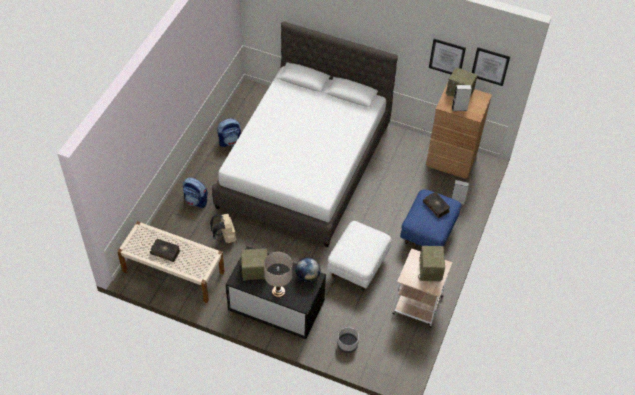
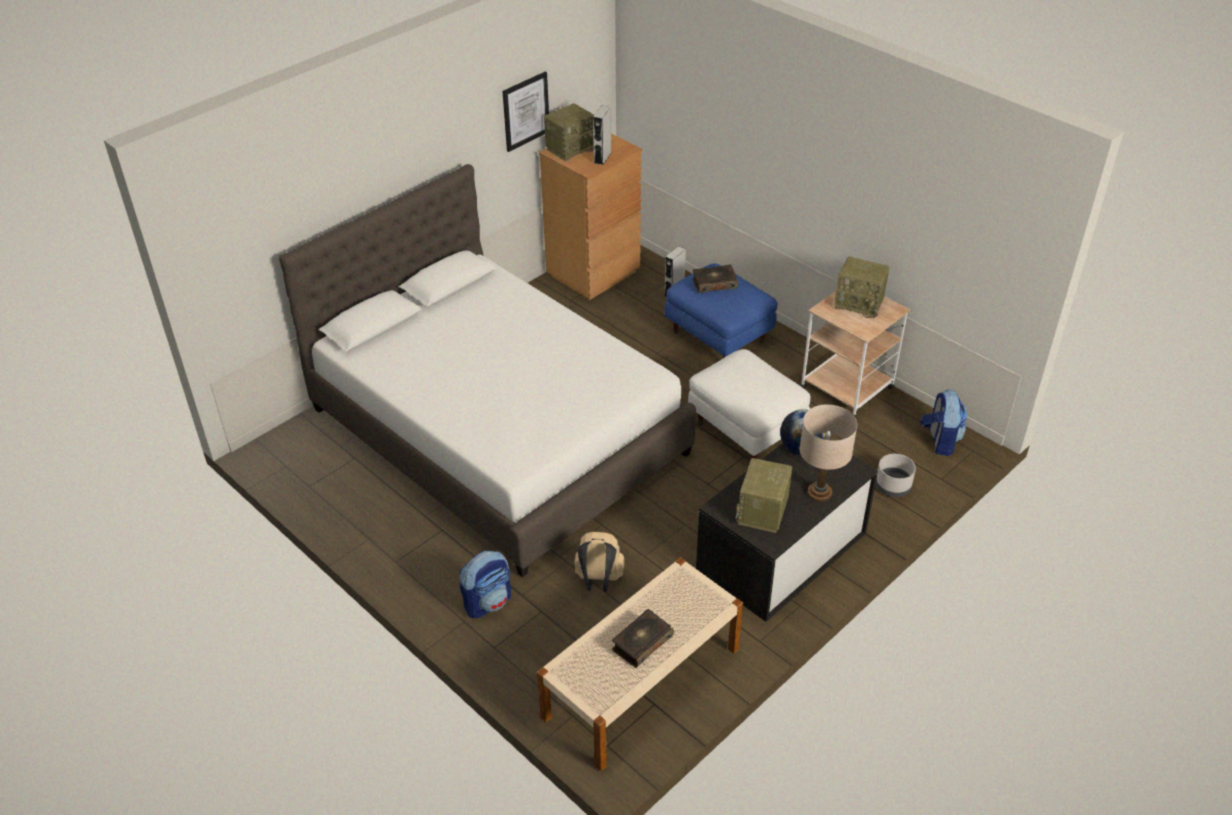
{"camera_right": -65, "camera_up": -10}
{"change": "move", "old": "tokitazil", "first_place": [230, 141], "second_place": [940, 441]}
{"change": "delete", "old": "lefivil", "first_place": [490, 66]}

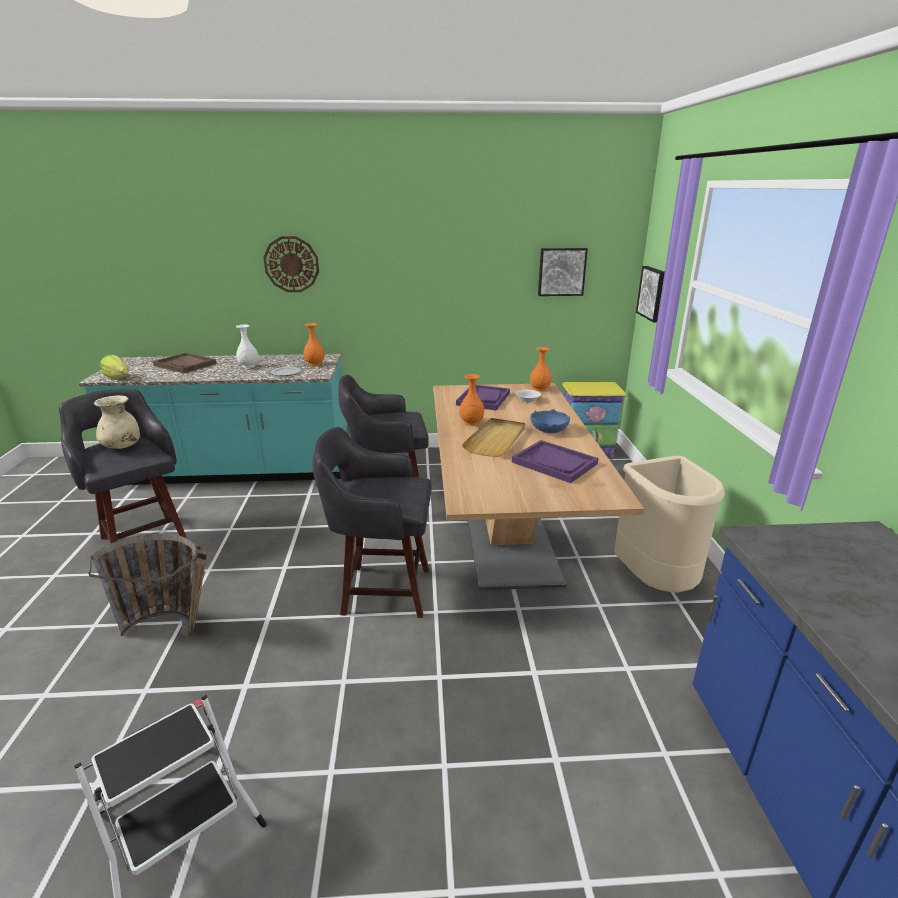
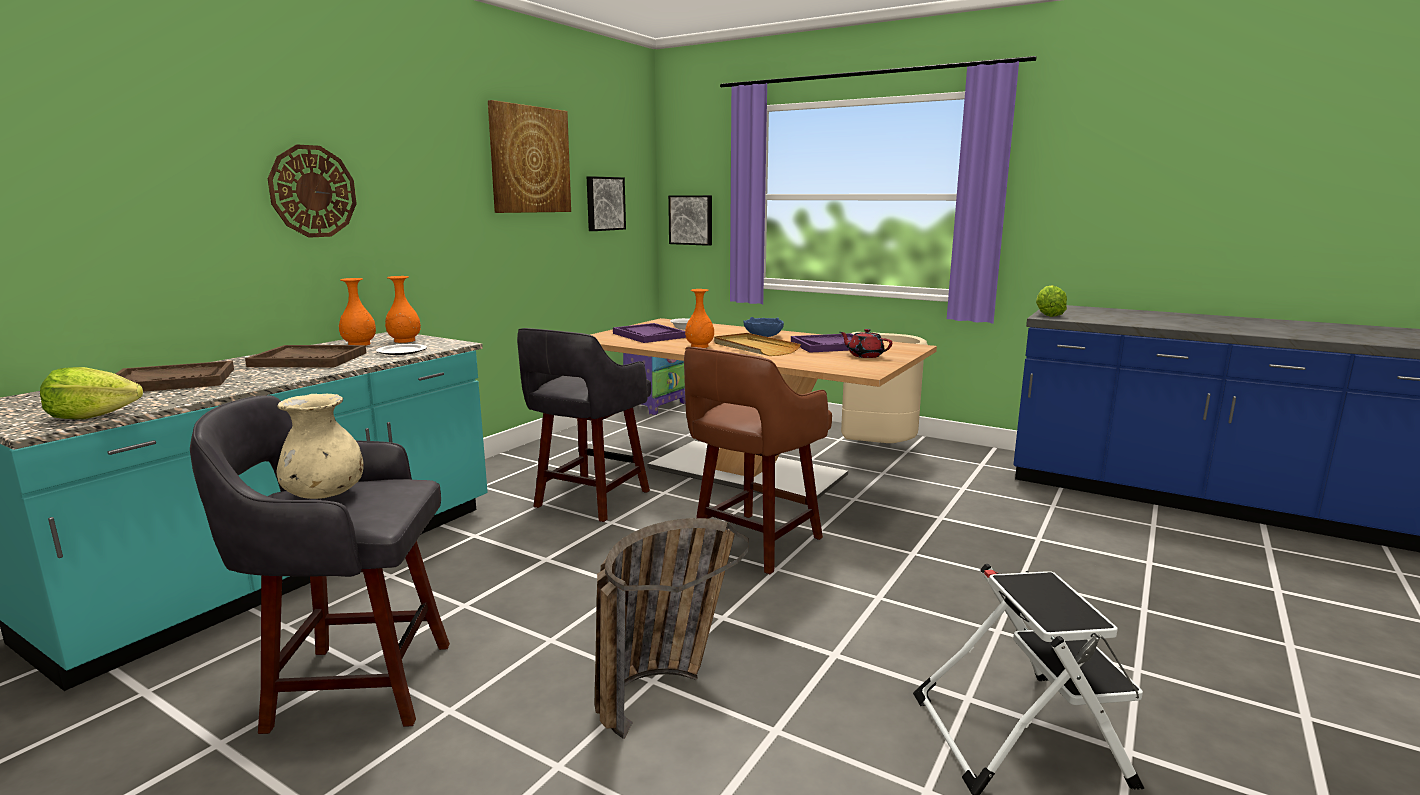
{"camera_right": -55, "camera_up": -10}
{"change": "replace", "old": "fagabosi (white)", "new": "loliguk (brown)", "first_place": [248, 366], "second_place": [309, 359]}
{"change": "move", "old": "fagabosi (orange)", "first_place": [540, 389], "second_place": [359, 344]}
{"change": "insert", "new": "lefivil", "second_place": [529, 160]}
{"change": "recolor", "old": "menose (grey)", "new": "menose (brown)", "first_place": [382, 590], "second_place": [753, 544]}
{"change": "insert", "new": "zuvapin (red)", "second_place": [865, 355]}
{"change": "insert", "new": "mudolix", "second_place": [1048, 315]}

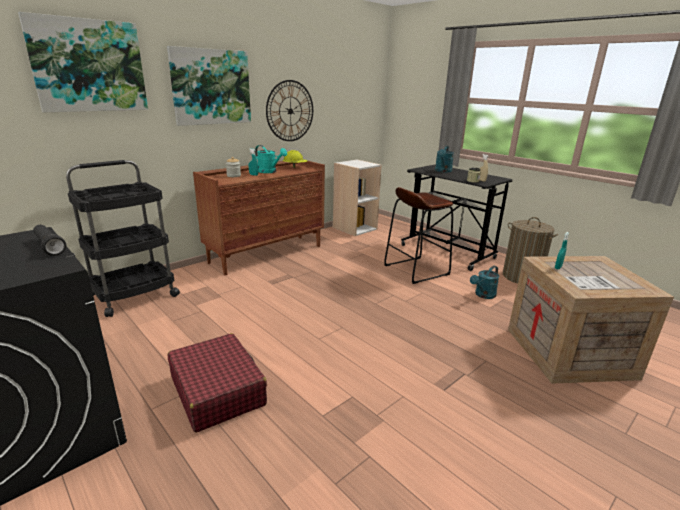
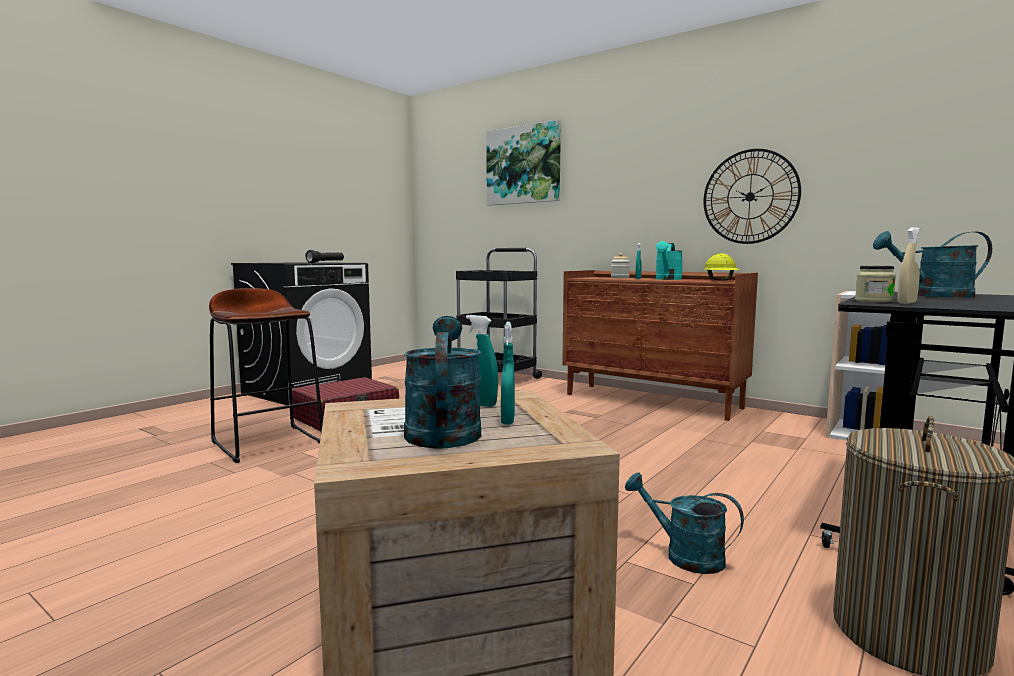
{"camera_right": 80, "camera_up": -15}
{"change": "move", "old": "menose (brown)", "first_place": [416, 270], "second_place": [268, 442]}
{"change": "insert", "new": "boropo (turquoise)", "second_place": [443, 429]}
{"change": "insert", "new": "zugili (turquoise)", "second_place": [508, 421]}
{"change": "delete", "old": "lefivil", "first_place": [211, 87]}

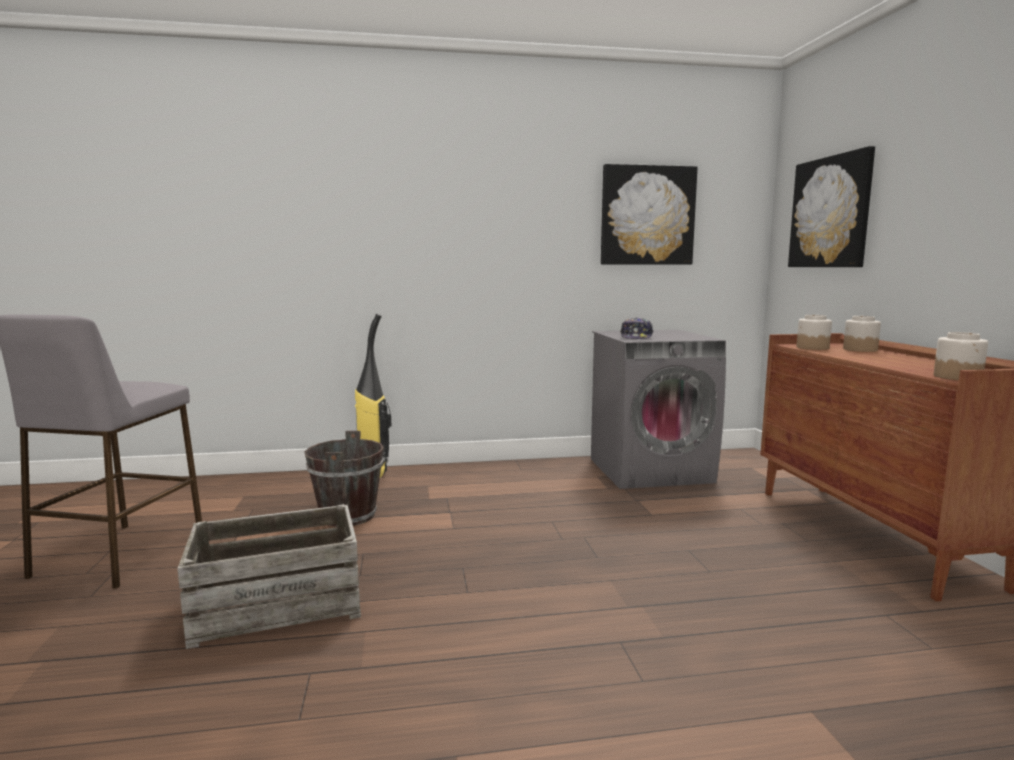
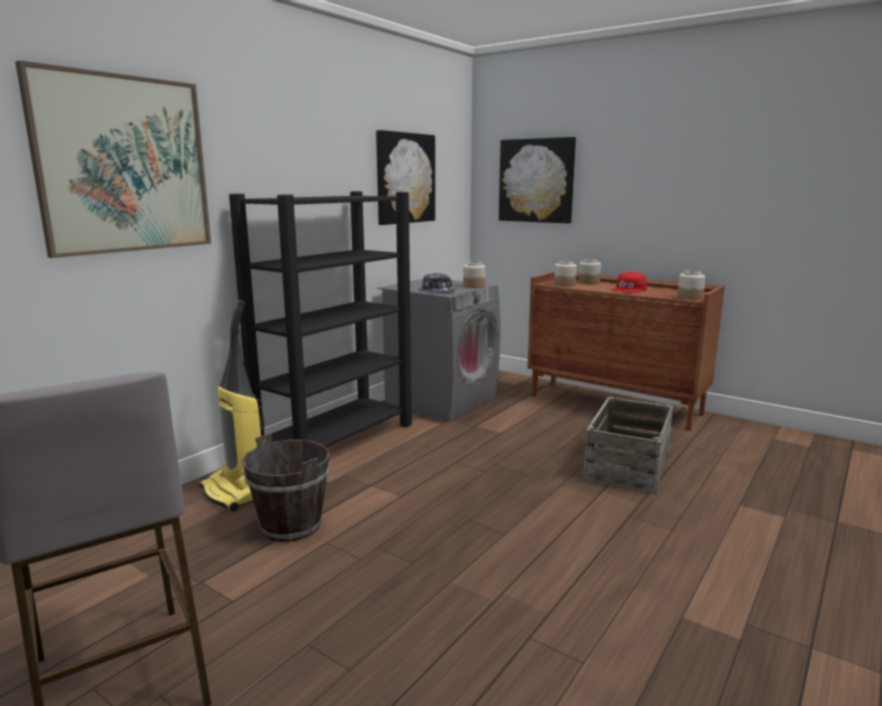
{"camera_right": -45, "camera_up": 5}
{"change": "insert", "new": "lefivil", "second_place": [124, 165]}
{"change": "insert", "new": "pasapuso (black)", "second_place": [337, 440]}
{"change": "insert", "new": "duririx", "second_place": [473, 286]}
{"change": "move", "old": "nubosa", "first_place": [278, 603], "second_place": [626, 464]}
{"change": "insert", "new": "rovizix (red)", "second_place": [629, 289]}

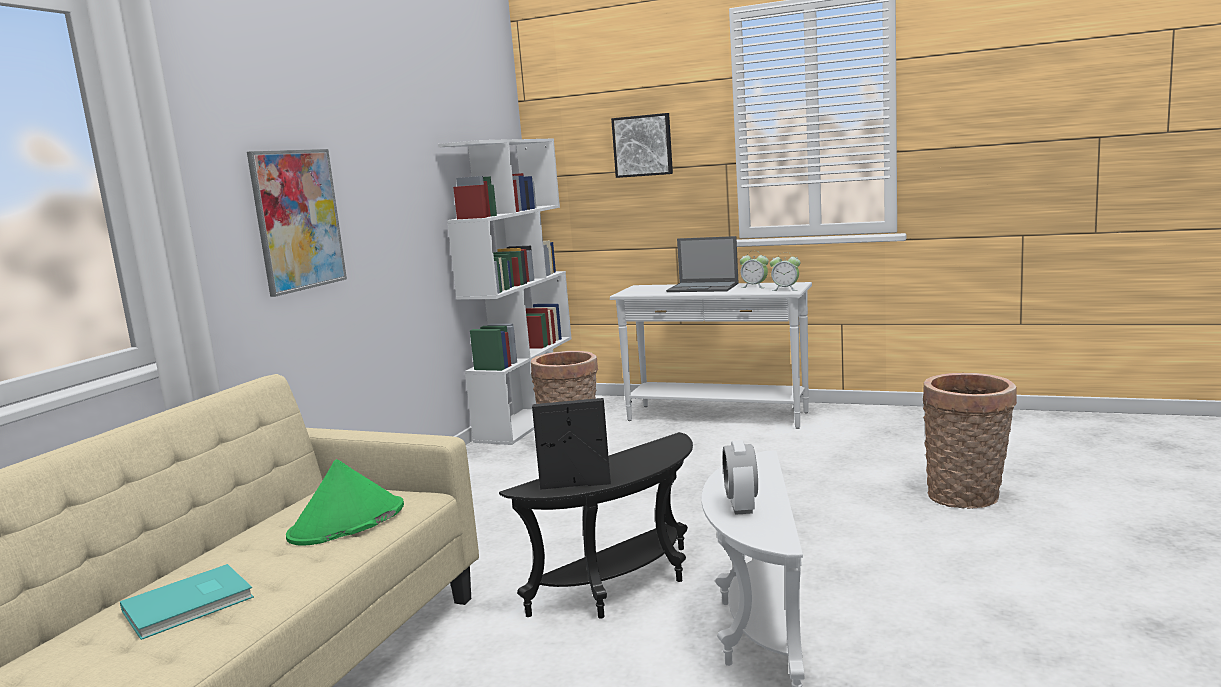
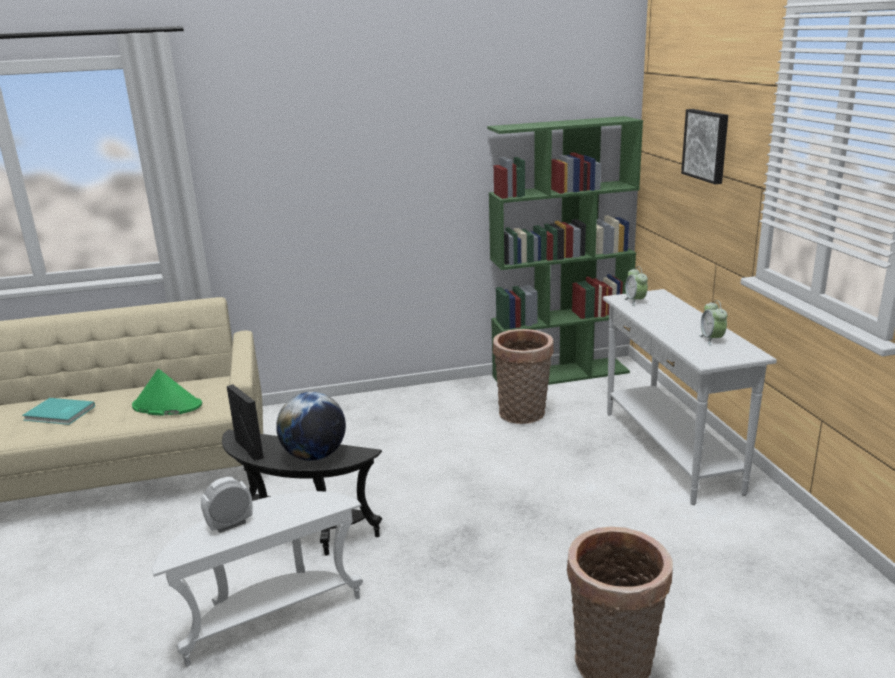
{"camera_right": 55, "camera_up": 10}
{"change": "insert", "new": "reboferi", "second_place": [315, 455]}
{"change": "recolor", "old": "pasapuso (white)", "new": "pasapuso (green)", "first_place": [528, 419], "second_place": [561, 374]}
{"change": "move", "old": "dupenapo", "first_place": [785, 289], "second_place": [635, 301]}
{"change": "delete", "old": "lefivil", "first_place": [297, 220]}
{"change": "delete", "old": "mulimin", "first_place": [704, 287]}

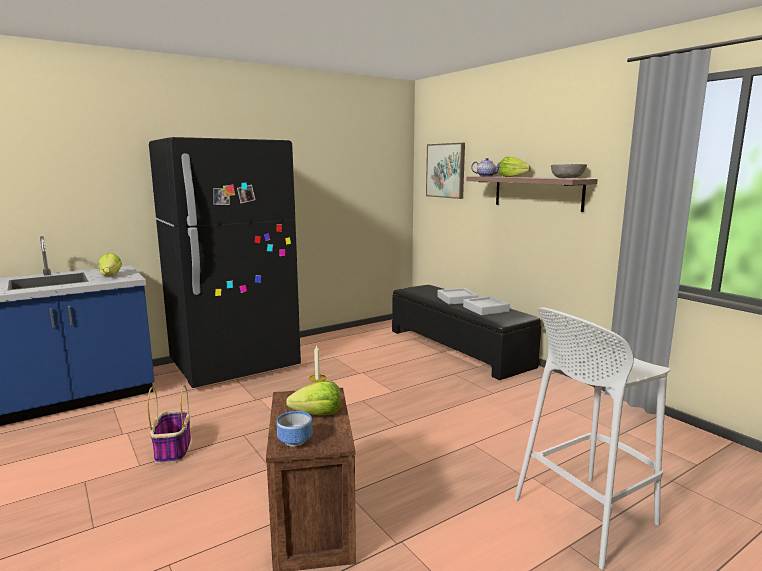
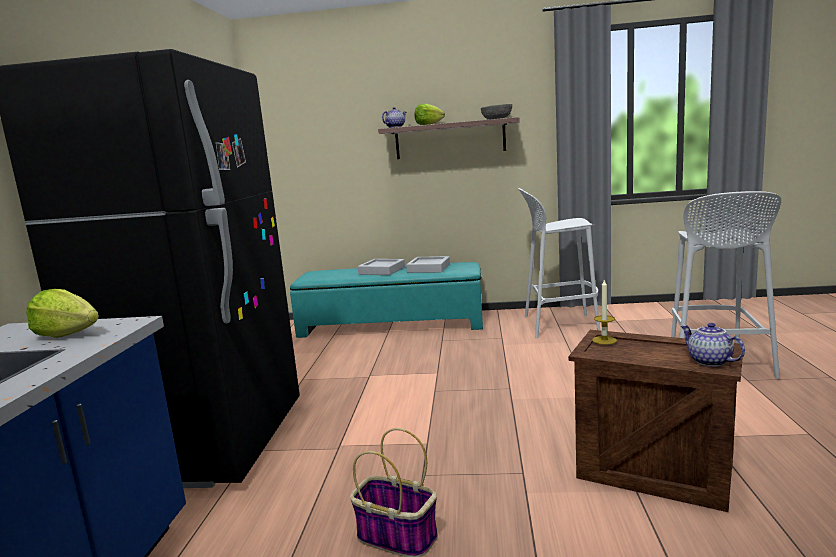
{"camera_right": -50, "camera_up": 0}
{"change": "recolor", "old": "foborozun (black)", "new": "foborozun (turquoise)", "first_place": [458, 348], "second_place": [392, 324]}
{"change": "insert", "new": "menose (white)", "second_place": [558, 325]}
{"change": "replace", "old": "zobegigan", "new": "zuvapin", "first_place": [293, 441], "second_place": [708, 361]}
{"change": "delete", "old": "mudolix", "first_place": [318, 414]}
{"change": "delete", "old": "lefivil", "first_place": [446, 170]}

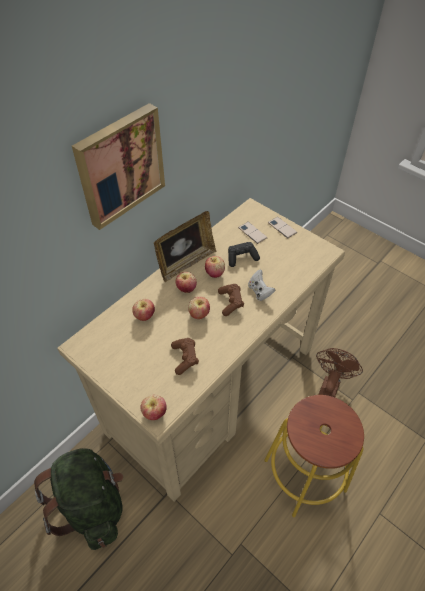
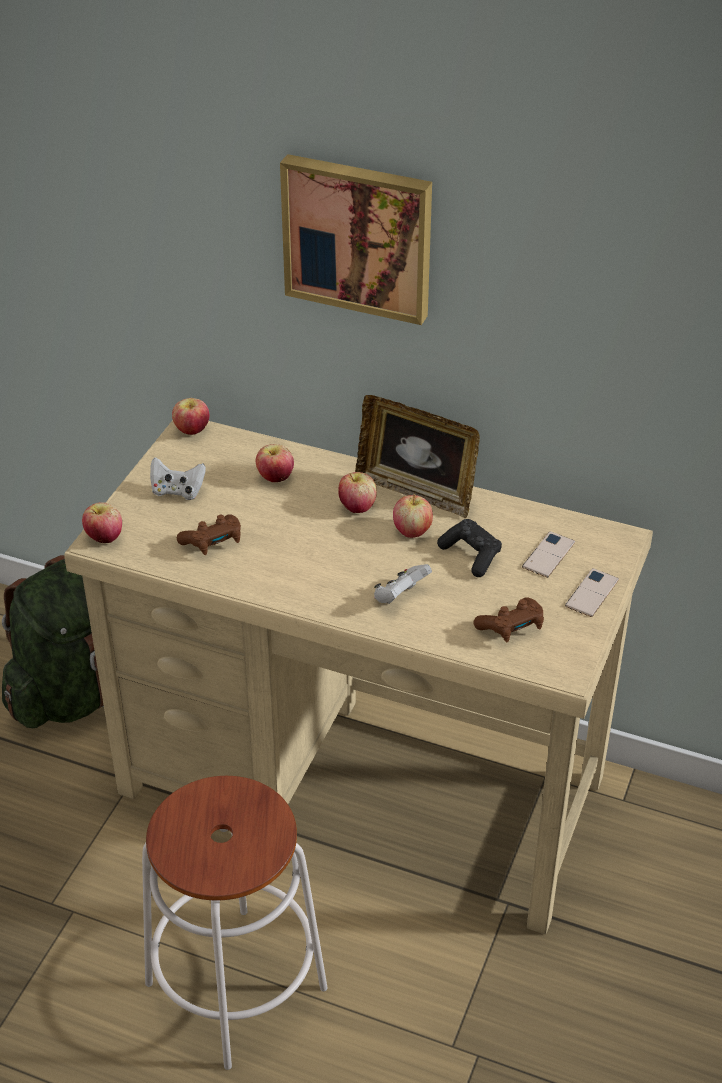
{"camera_right": 70, "camera_up": -10}
{"change": "recolor", "old": "menose (yellow)", "new": "menose (white)", "first_place": [304, 475], "second_place": [236, 985]}
{"change": "insert", "new": "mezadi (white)", "second_place": [177, 491]}
{"change": "move", "old": "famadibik", "first_place": [199, 314], "second_place": [192, 430]}
{"change": "move", "old": "mezadi (brown)", "first_place": [230, 302], "second_place": [511, 628]}
{"change": "delete", "old": "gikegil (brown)", "first_place": [329, 385]}

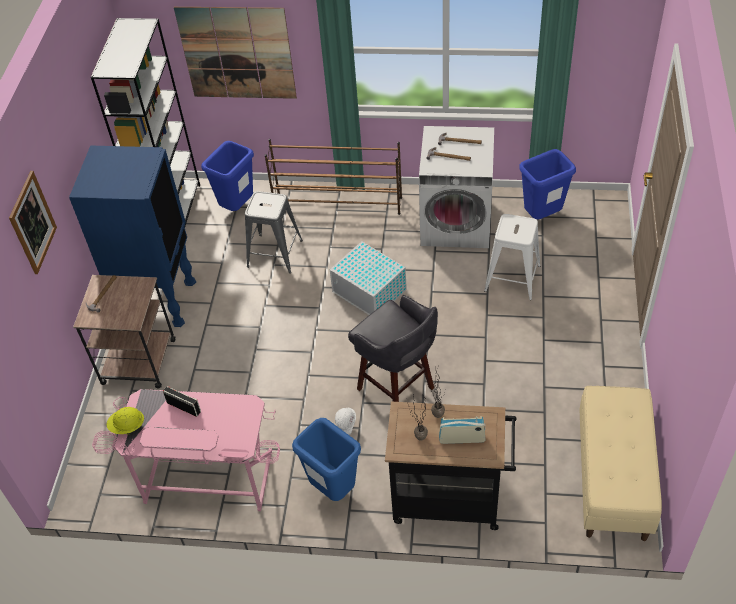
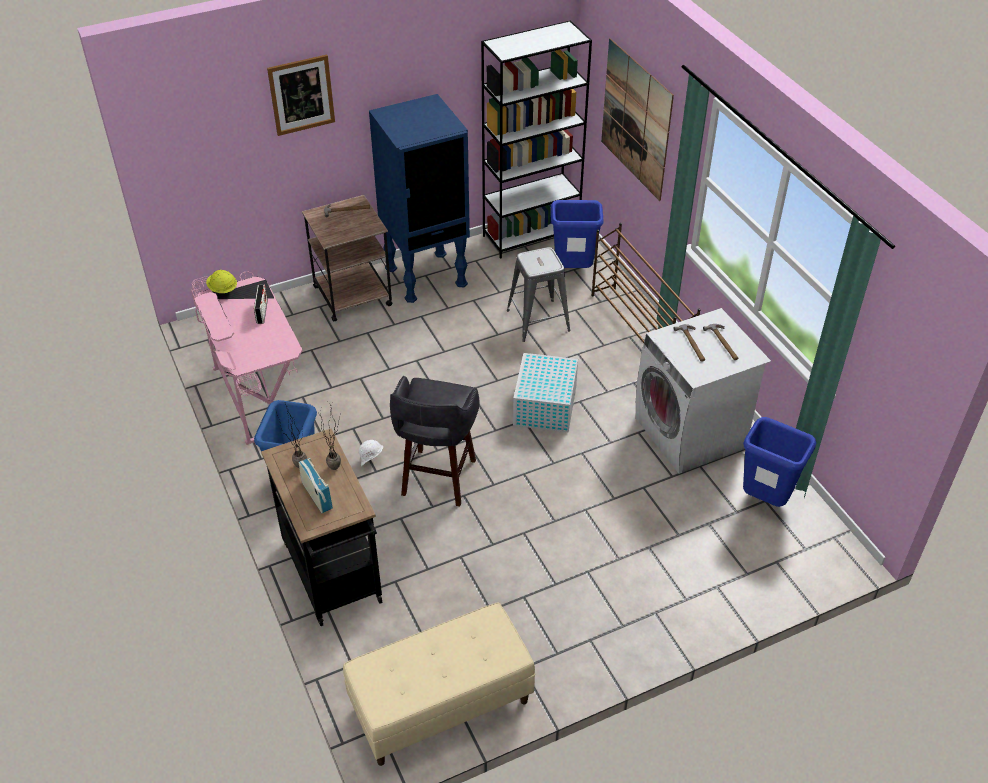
{"camera_right": 55, "camera_up": -5}
{"change": "delete", "old": "menose (white)", "first_place": [512, 278]}

